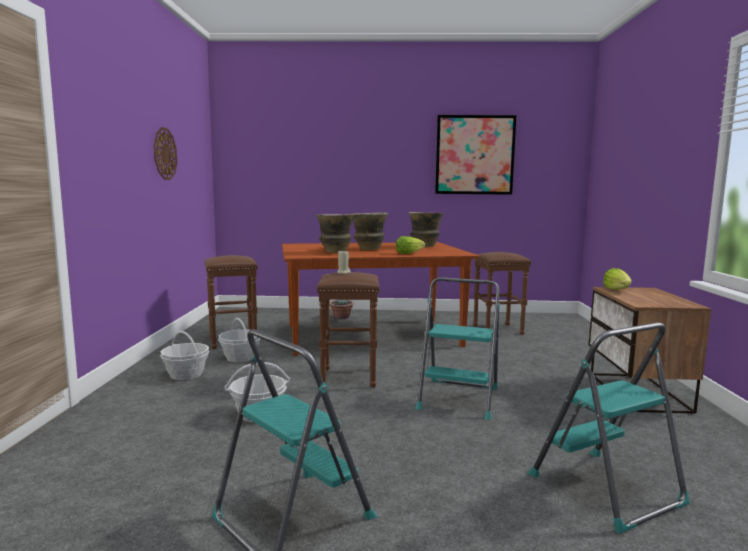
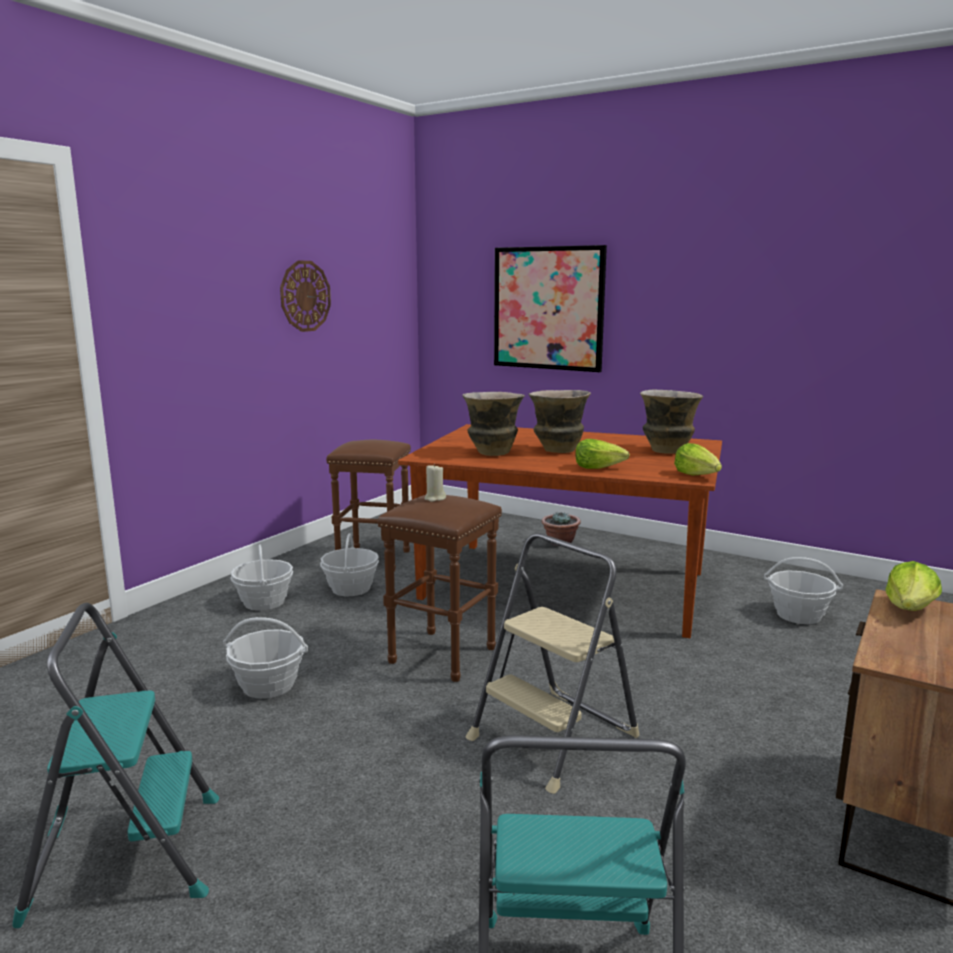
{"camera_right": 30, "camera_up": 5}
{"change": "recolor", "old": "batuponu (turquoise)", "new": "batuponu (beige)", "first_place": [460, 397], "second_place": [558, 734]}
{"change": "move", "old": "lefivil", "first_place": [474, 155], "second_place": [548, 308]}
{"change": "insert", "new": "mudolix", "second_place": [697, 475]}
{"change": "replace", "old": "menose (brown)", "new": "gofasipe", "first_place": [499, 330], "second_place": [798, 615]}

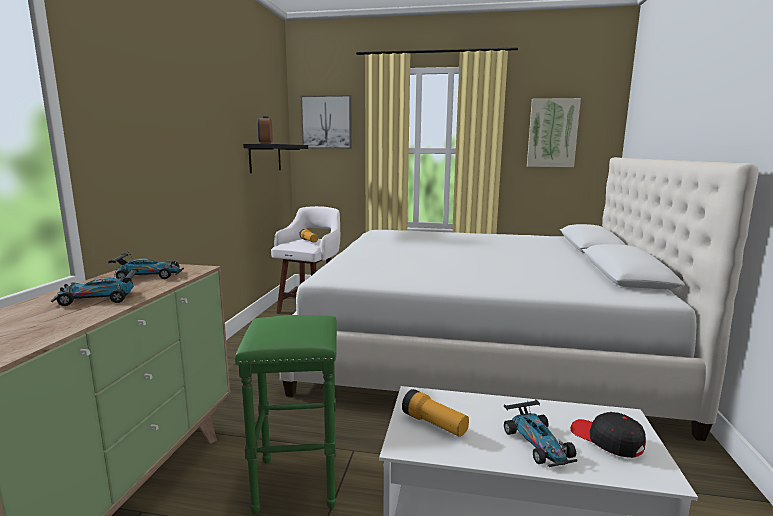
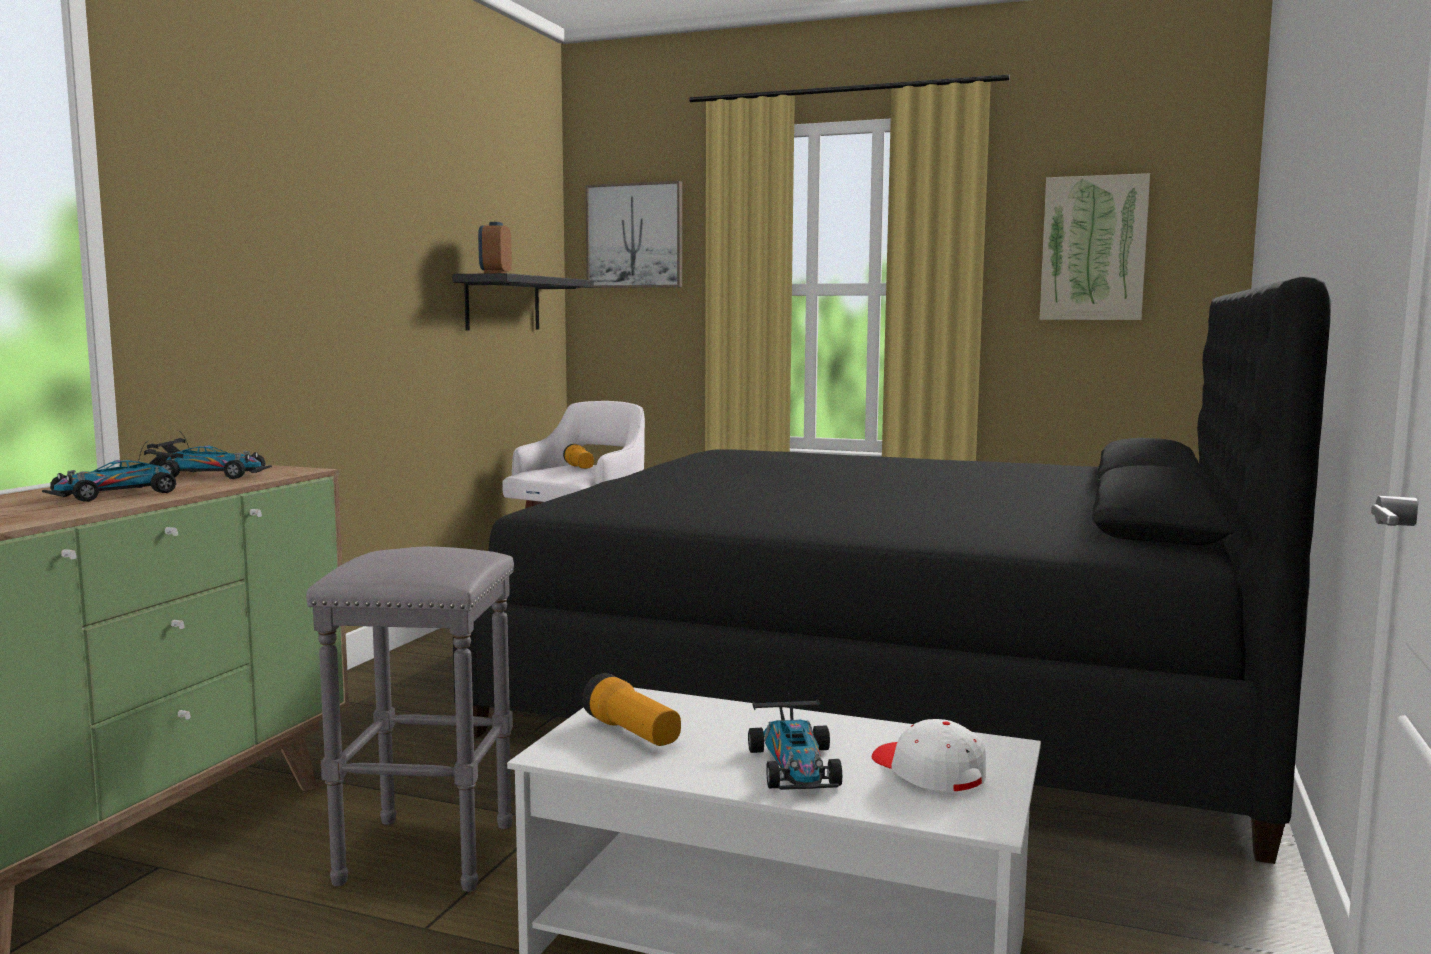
{"camera_right": 10, "camera_up": -5}
{"change": "rotate", "old": "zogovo", "first_place": [99, 298], "second_place": [116, 494], "degrees": -45}
{"change": "recolor", "old": "menose (green)", "new": "menose (grey)", "first_place": [295, 480], "second_place": [424, 851]}
{"change": "recolor", "old": "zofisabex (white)", "new": "zofisabex (black)", "first_place": [478, 345], "second_place": [889, 683]}
{"change": "recolor", "old": "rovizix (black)", "new": "rovizix (white)", "first_place": [606, 440], "second_place": [927, 772]}

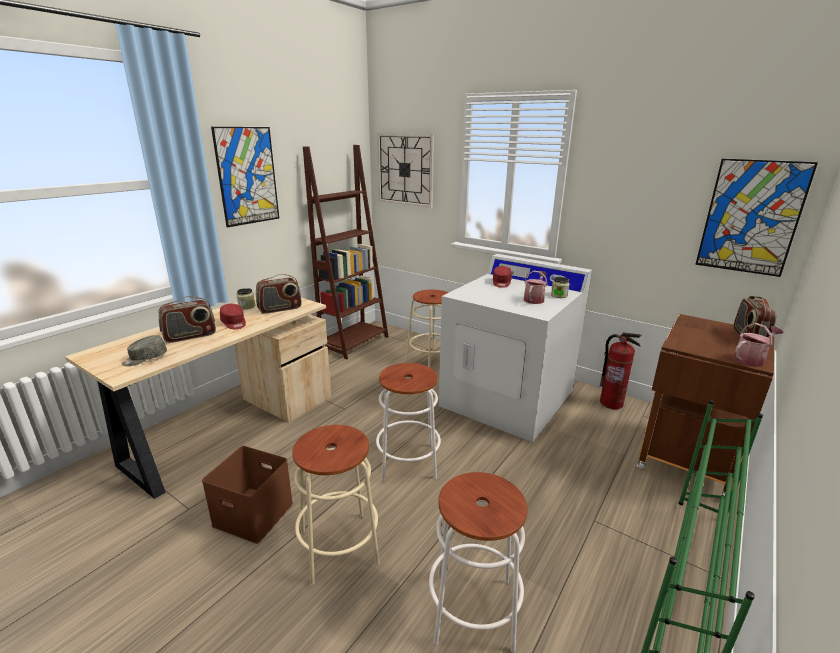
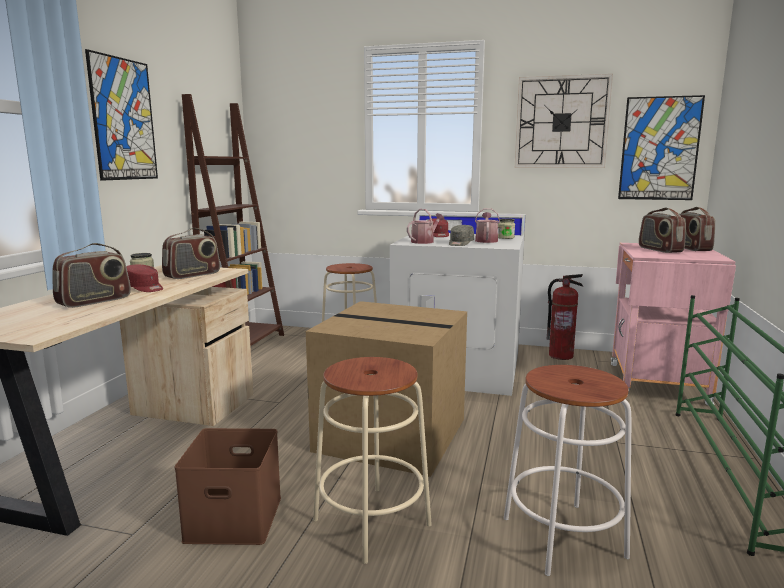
{"camera_right": -20, "camera_up": -10}
{"change": "replace", "old": "menose (white)", "new": "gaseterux", "first_place": [408, 462], "second_place": [394, 434]}
{"change": "move", "old": "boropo", "first_place": [751, 359], "second_place": [424, 241]}
{"change": "move", "old": "rovizix (grey)", "first_place": [145, 358], "second_place": [460, 243]}
{"change": "move", "old": "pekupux", "first_place": [405, 169], "second_place": [561, 122]}
{"change": "recolor", "old": "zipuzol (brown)", "new": "zipuzol (pink)", "first_place": [686, 460], "second_place": [657, 385]}
{"change": "insert", "new": "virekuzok", "second_place": [659, 250]}

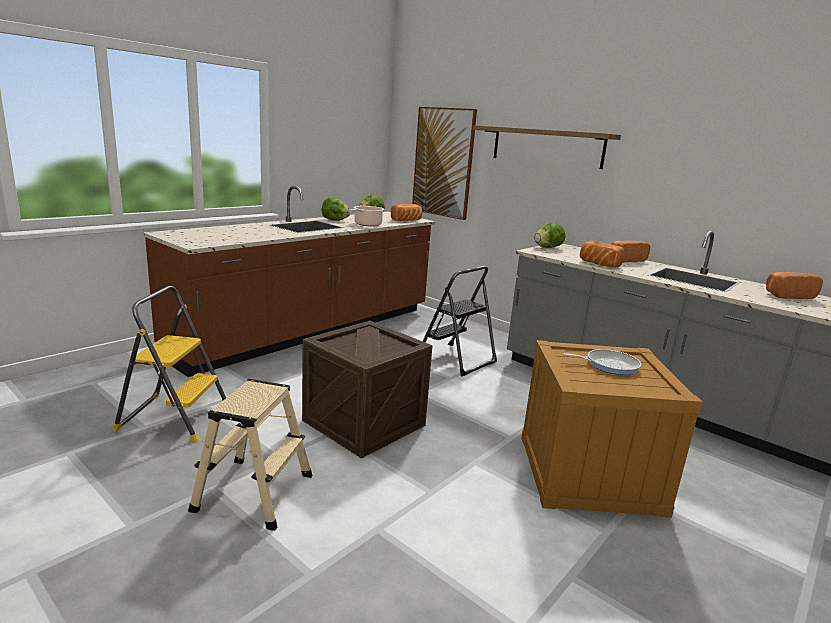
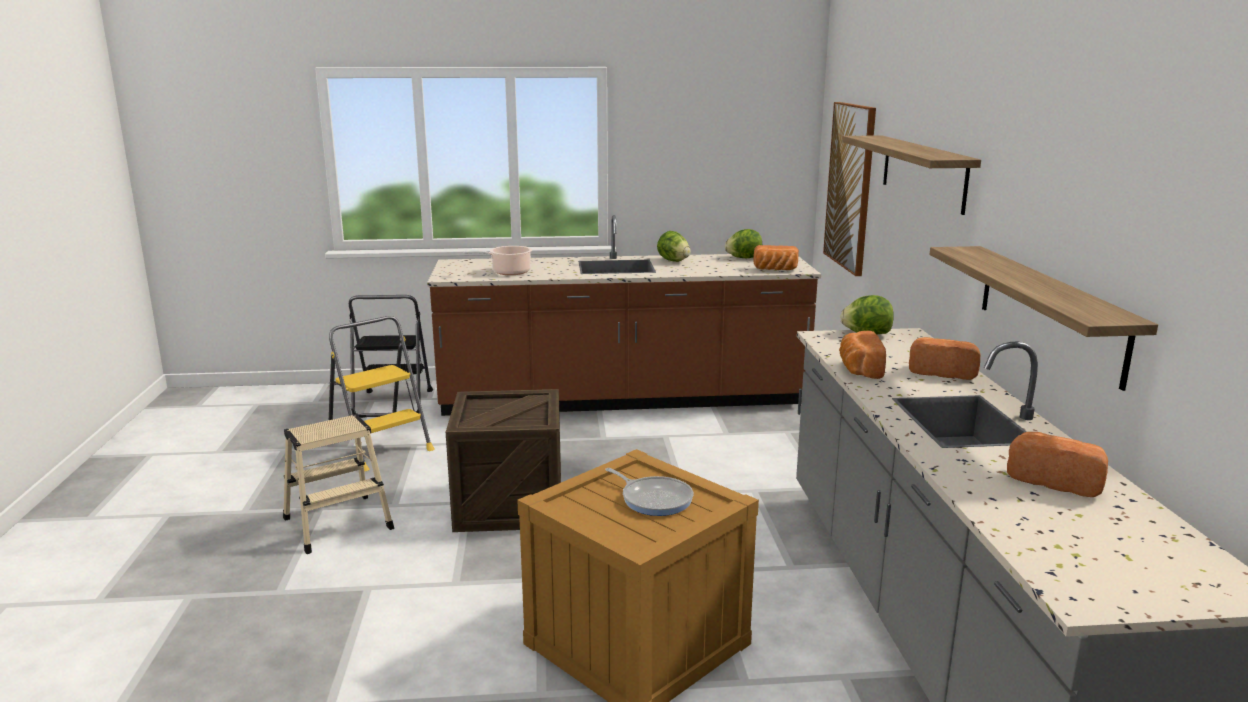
{"camera_right": 45, "camera_up": 0}
{"change": "move", "old": "batuponu (black)", "first_place": [458, 360], "second_place": [392, 405]}
{"change": "move", "old": "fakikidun", "first_place": [367, 225], "second_place": [508, 272]}
{"change": "insert", "new": "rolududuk", "second_place": [1049, 311]}

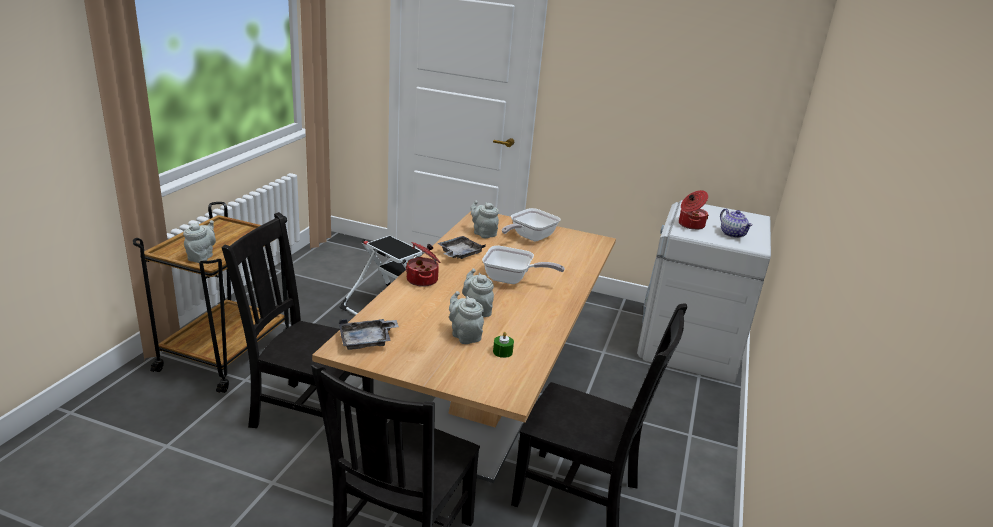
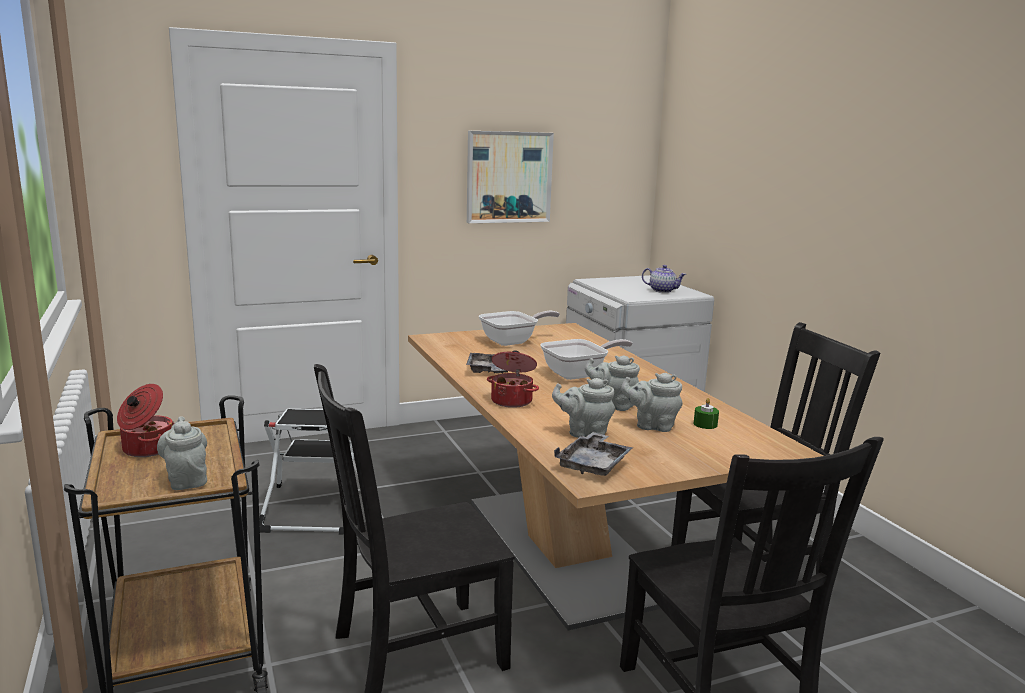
{"camera_right": -40, "camera_up": -10}
{"change": "move", "old": "fakikidun", "first_place": [690, 225], "second_place": [147, 449]}
{"change": "insert", "new": "lefivil", "second_place": [509, 177]}
{"change": "rotate", "old": "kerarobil", "first_place": [529, 237], "second_place": [513, 341], "degrees": -120}
{"change": "move", "old": "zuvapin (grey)", "first_place": [483, 233], "second_place": [584, 433]}

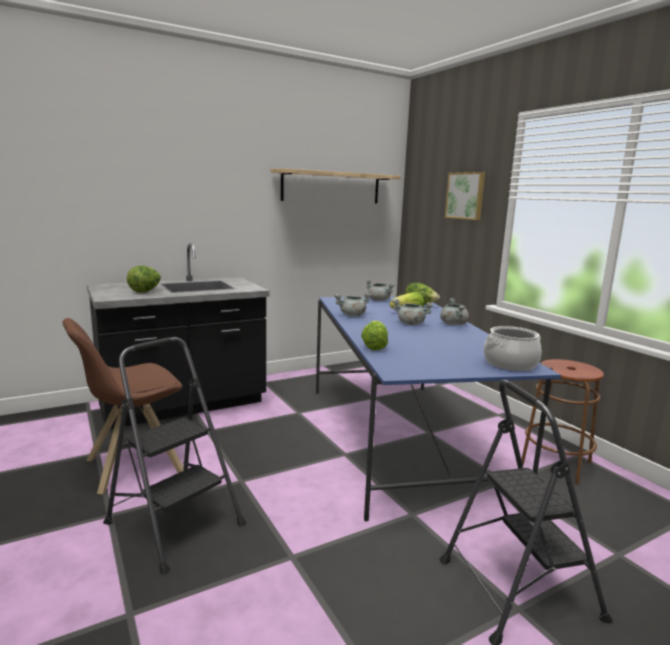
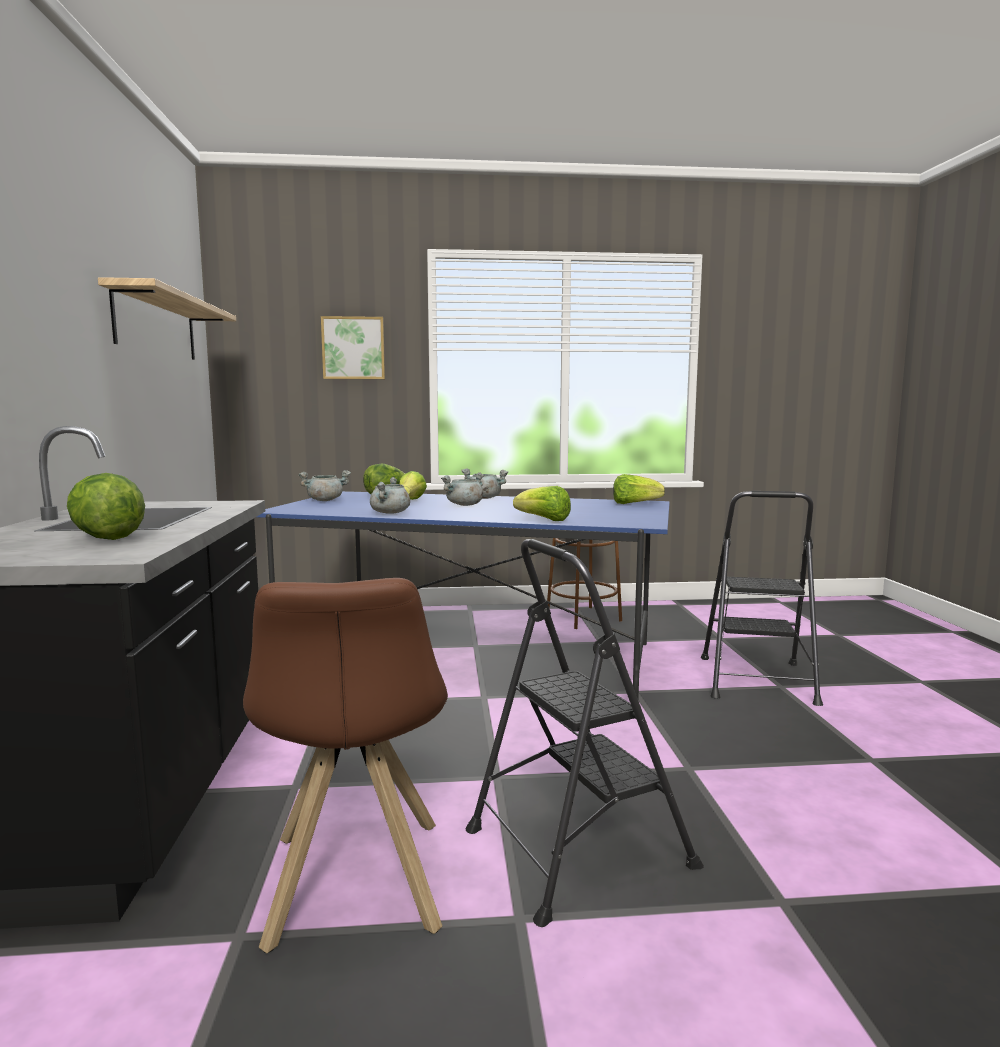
{"camera_right": -65, "camera_up": -5}
{"change": "replace", "old": "fakikidun", "new": "mudolix", "first_place": [510, 363], "second_place": [634, 504]}

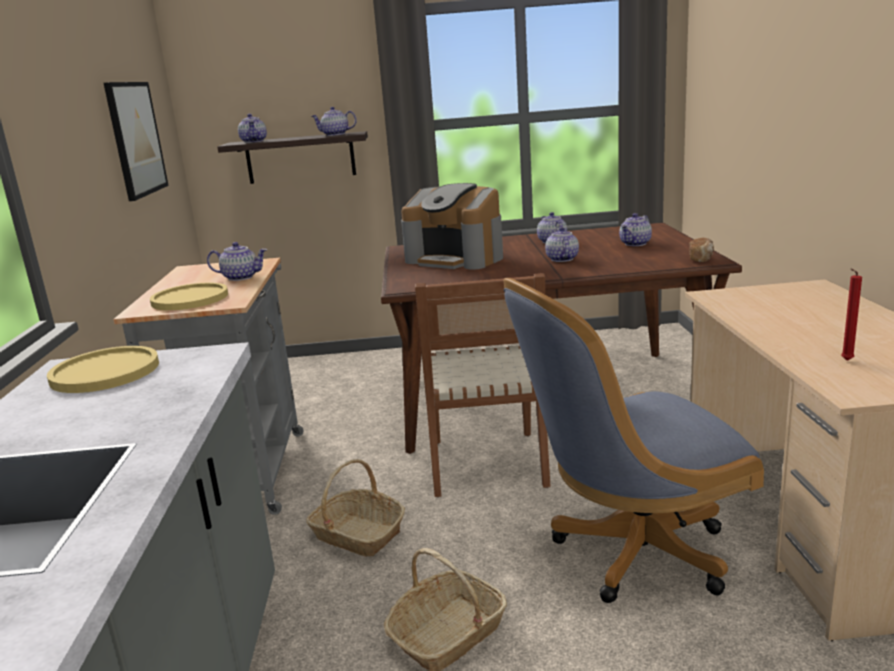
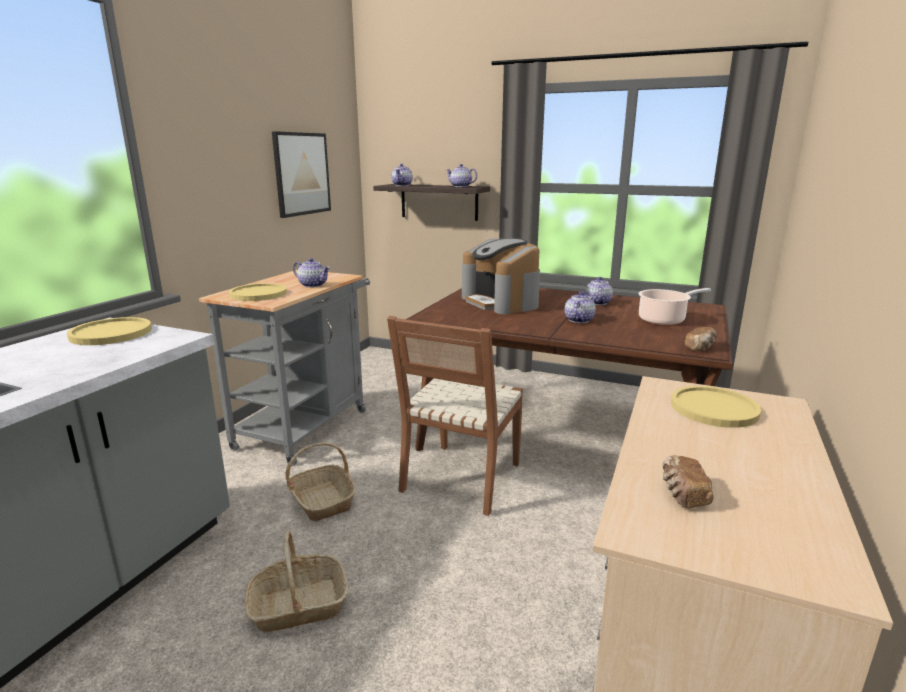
{"camera_right": 25, "camera_up": 0}
{"change": "replace", "old": "zuvapin", "new": "fakikidun", "first_place": [635, 244], "second_place": [664, 320]}
{"change": "replace", "old": "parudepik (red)", "new": "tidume", "first_place": [845, 361], "second_place": [682, 494]}
{"change": "insert", "new": "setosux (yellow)", "second_place": [714, 408]}
{"change": "delete", "old": "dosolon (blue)", "first_place": [628, 557]}

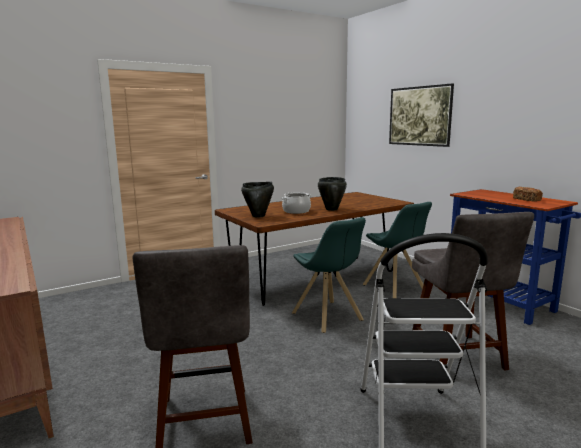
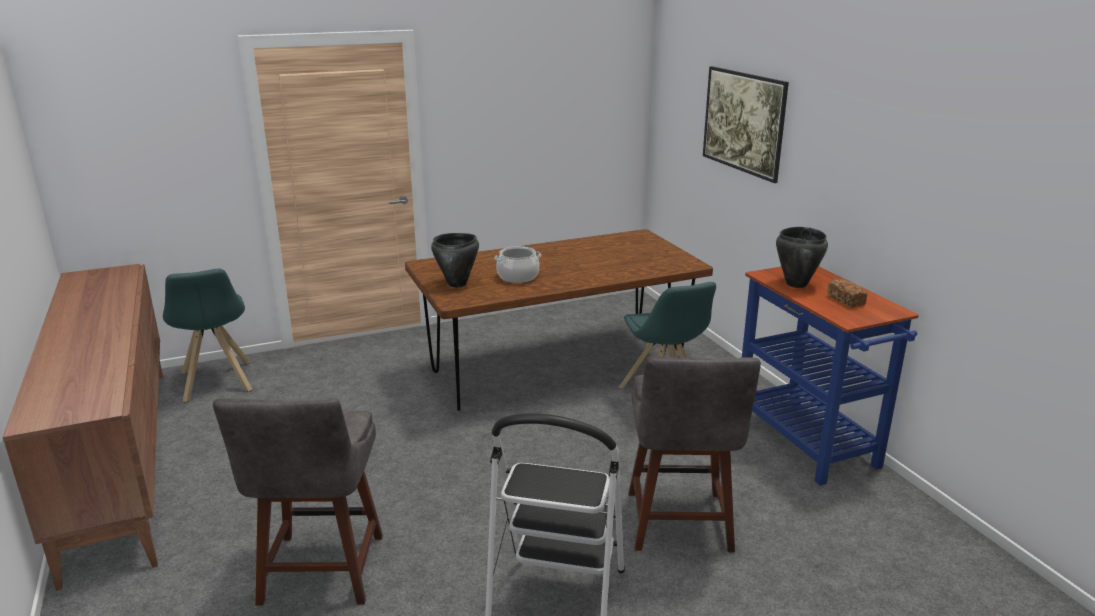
{"camera_right": 10, "camera_up": 10}
{"change": "move", "old": "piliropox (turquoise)", "first_place": [327, 316], "second_place": [217, 382]}
{"change": "move", "old": "fakikidun (black)", "first_place": [331, 209], "second_place": [796, 284]}

